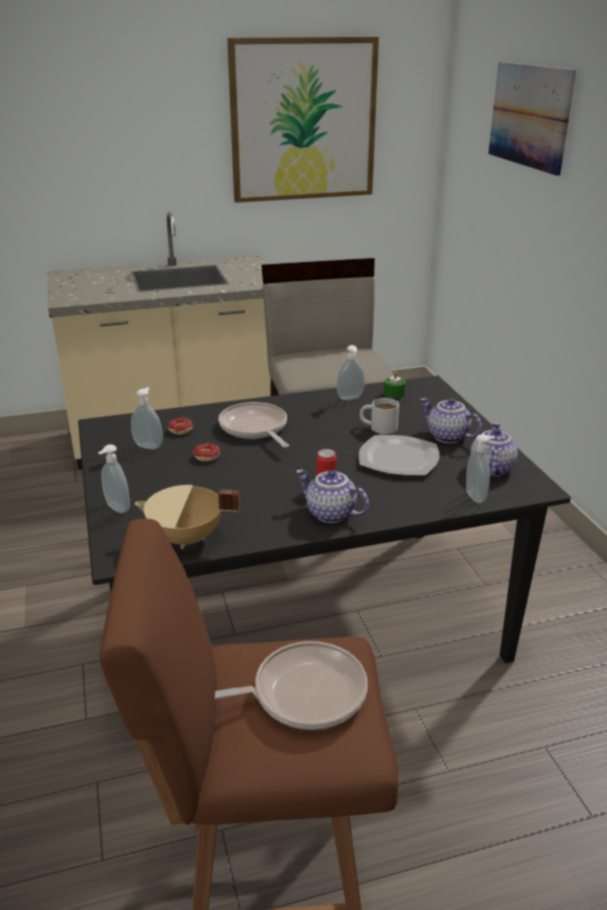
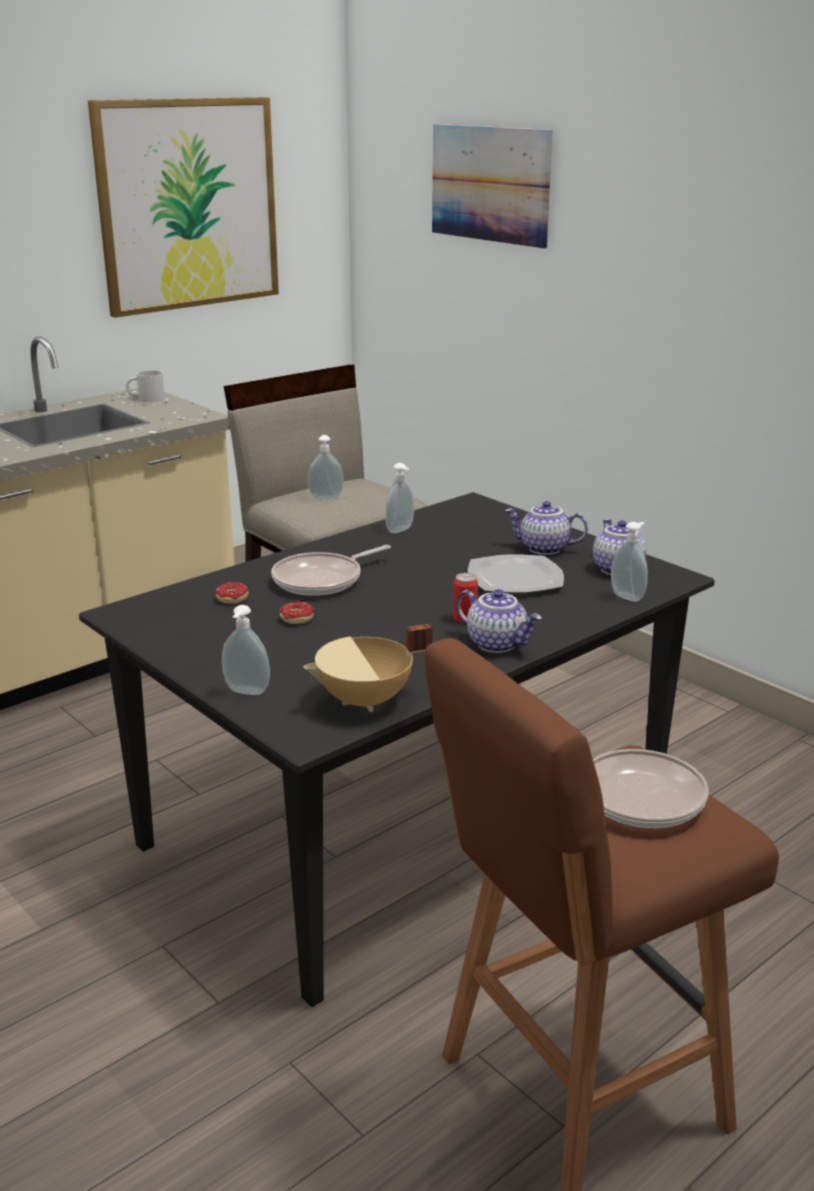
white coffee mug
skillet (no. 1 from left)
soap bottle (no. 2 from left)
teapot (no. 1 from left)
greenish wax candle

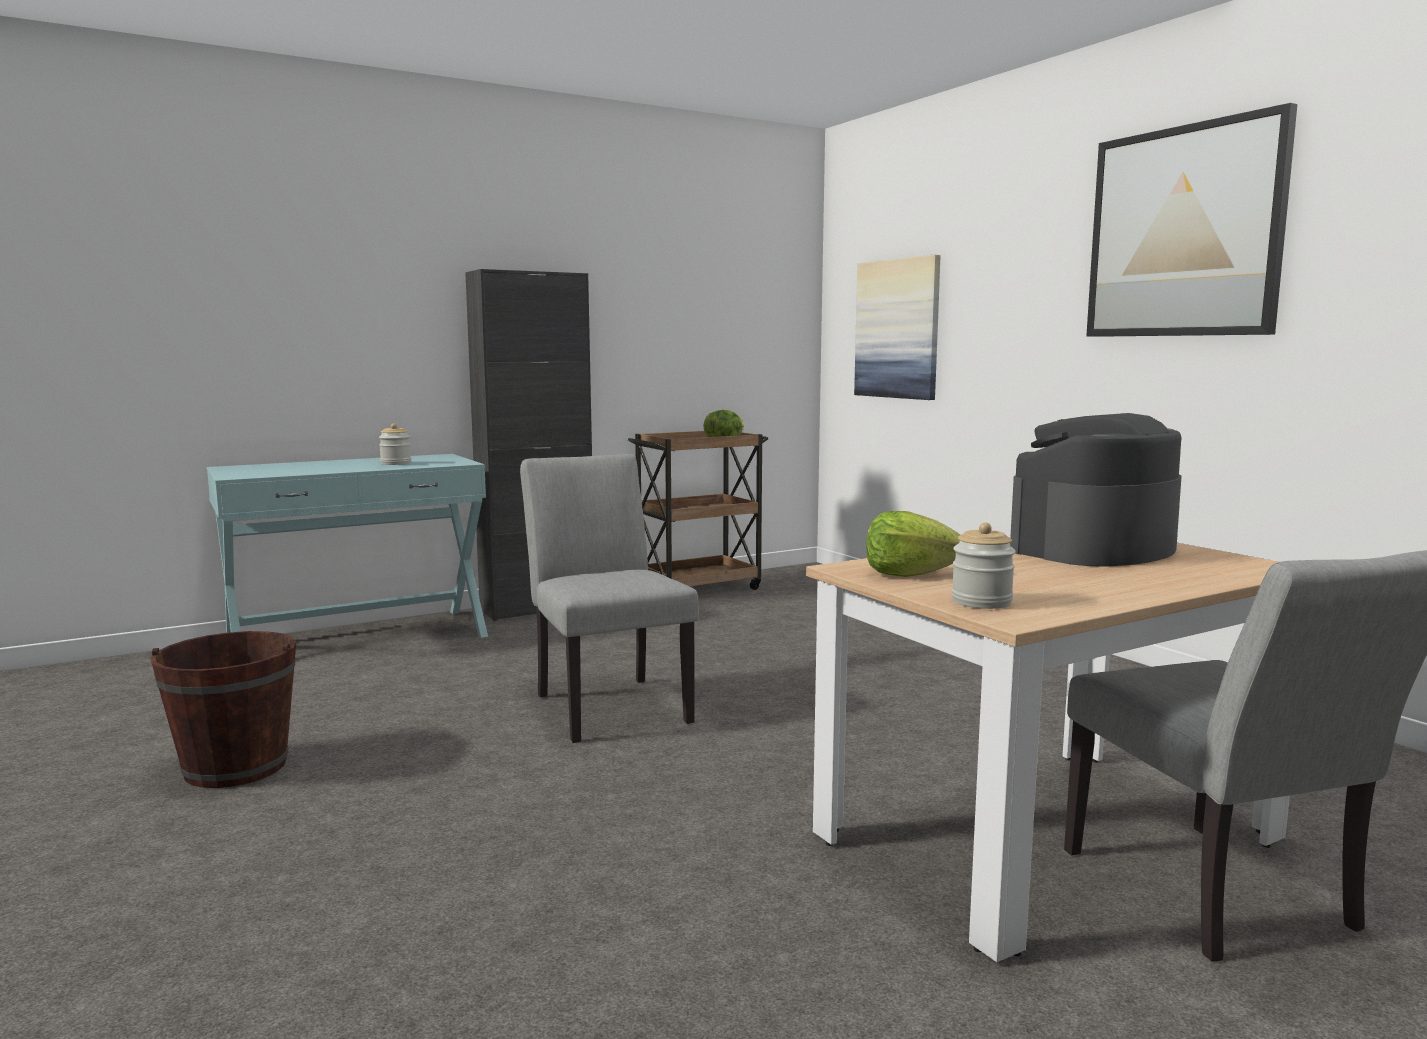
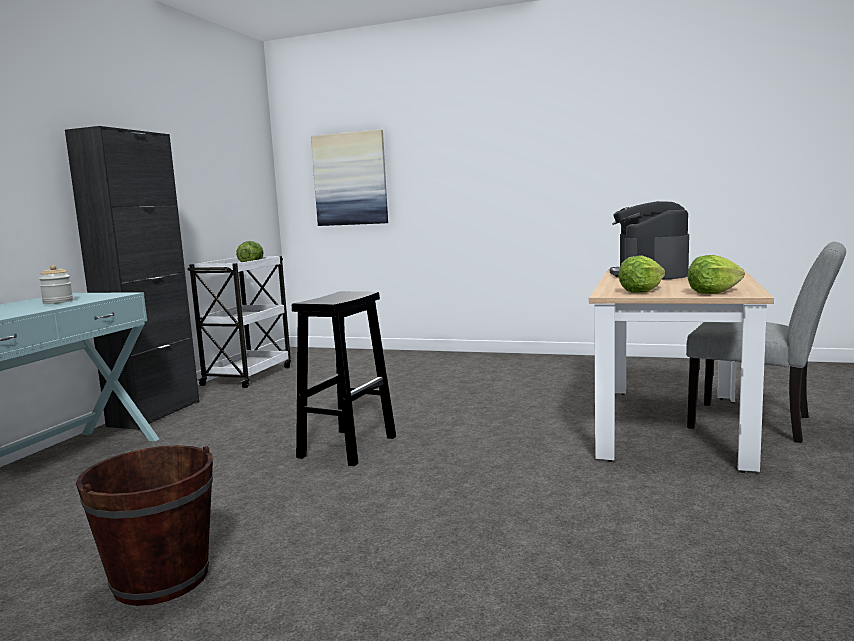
white trolley
black stool
head of lettuce (no. 3 from left)
picture (no. 2 from left in the first image)

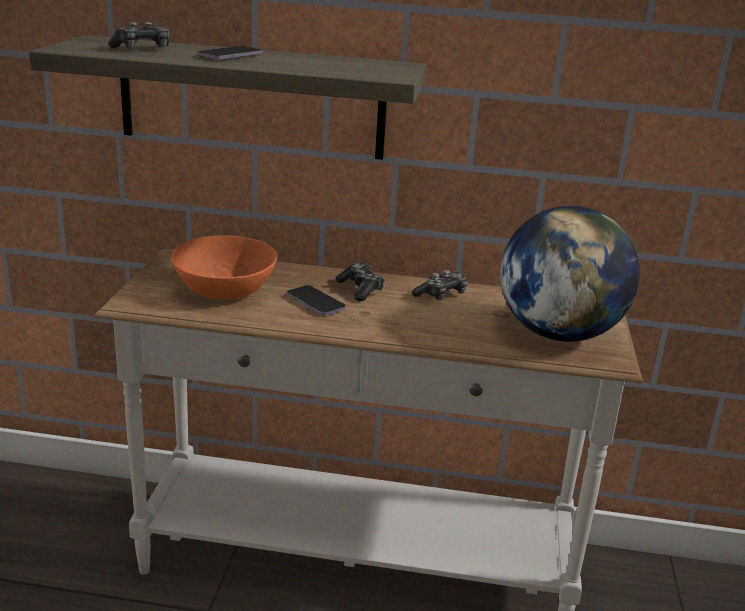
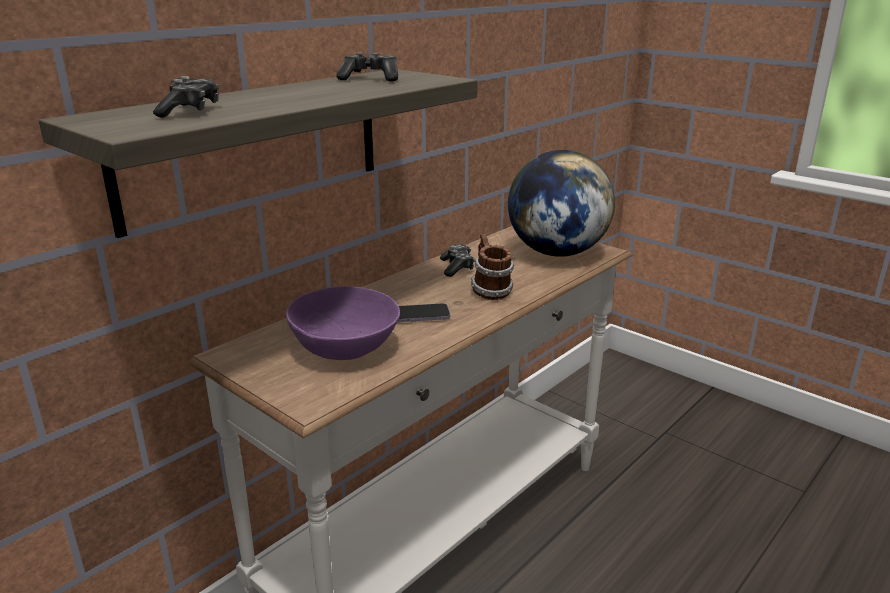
purple bowl
game controller (no. 2 from left)
coffee mug
telephone (no. 1 from left in the first image)

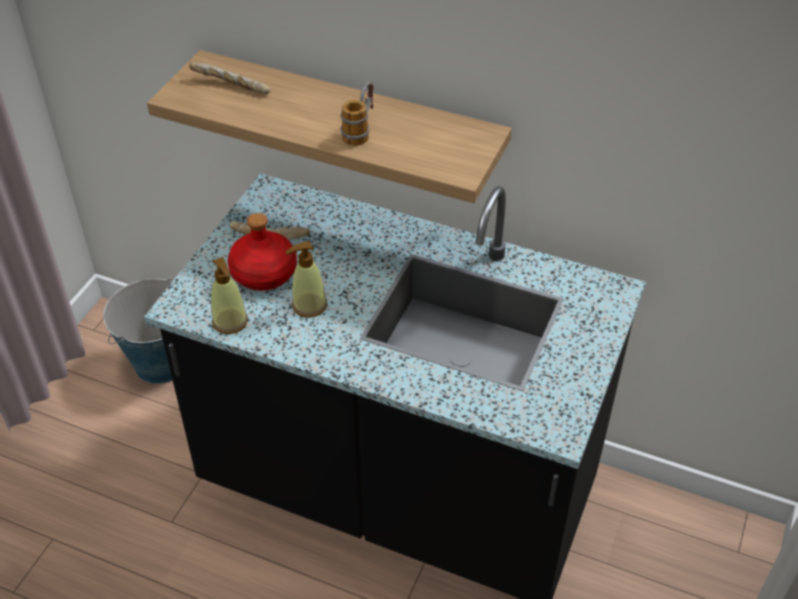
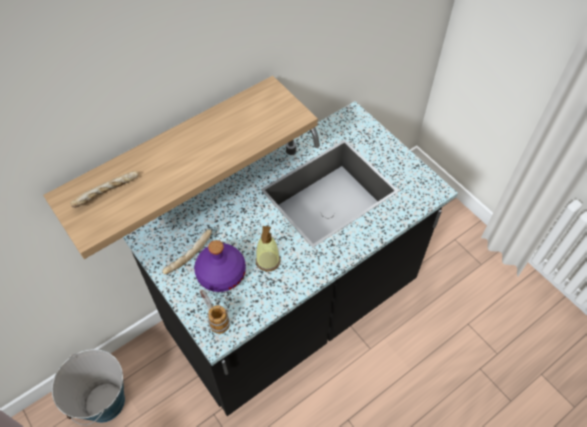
purple bottle
coffee mug
soap bottle (no. 1 from left in the first image)

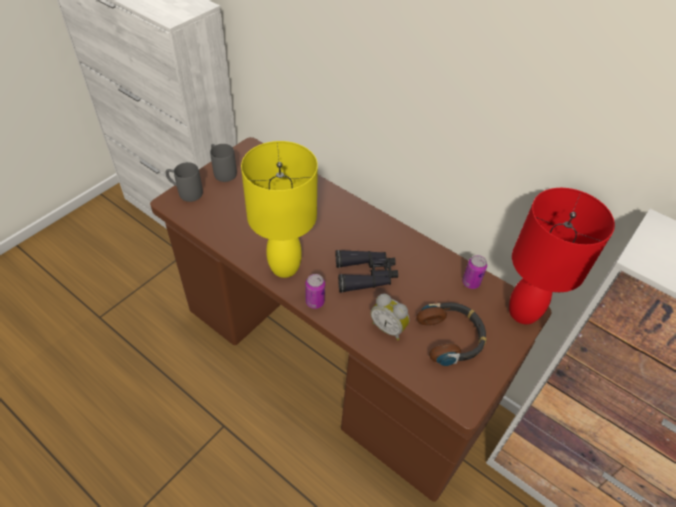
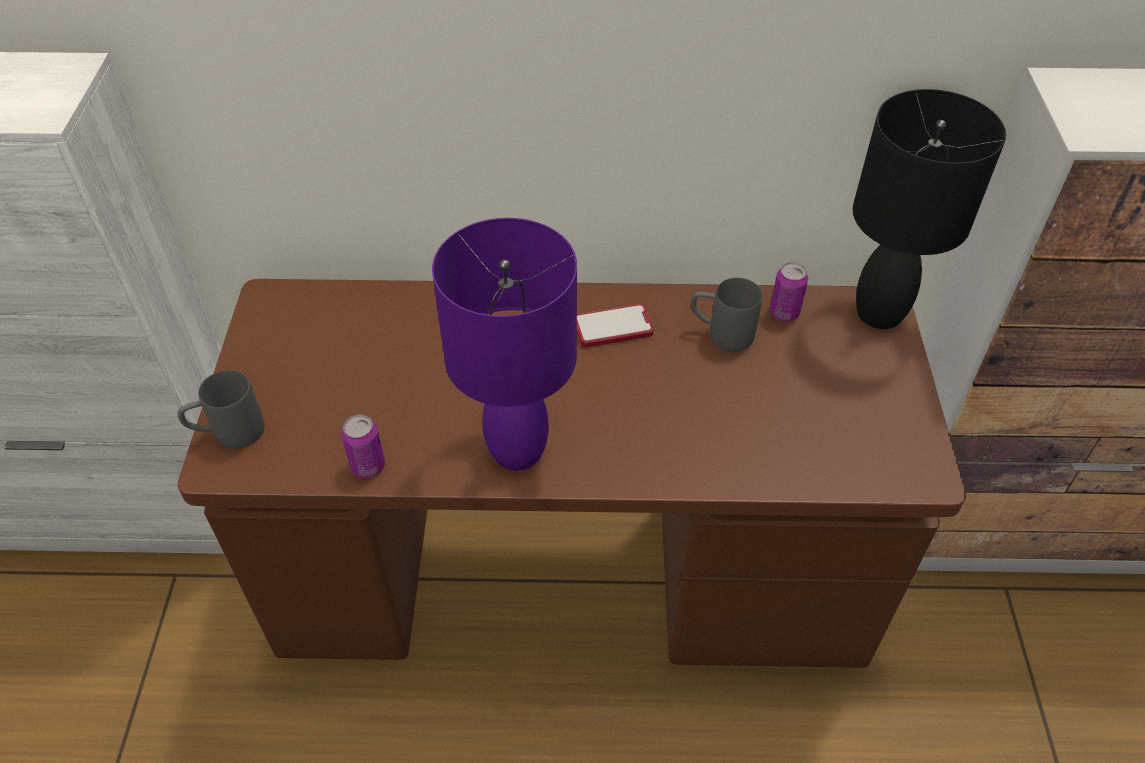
can (no. 1 from left)
purple lamp for a table
telephone
gray coffee mug (no. 2 from left)
black lamp for a table
black pair of binoculars
alarm clock
pair of headphones

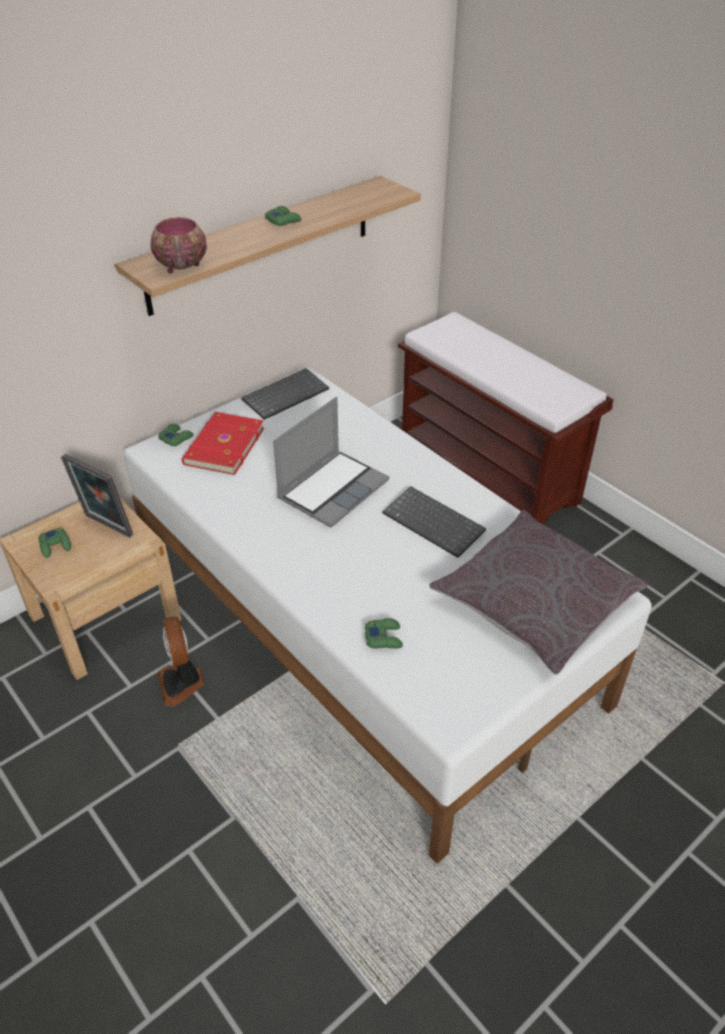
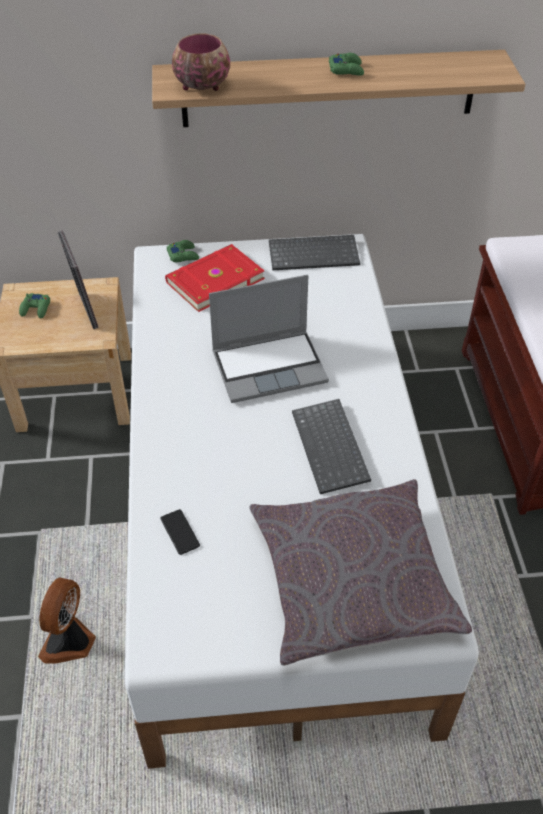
electric fan
telephone

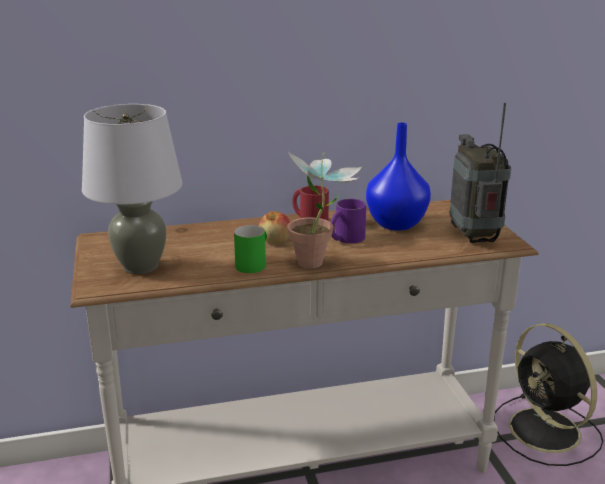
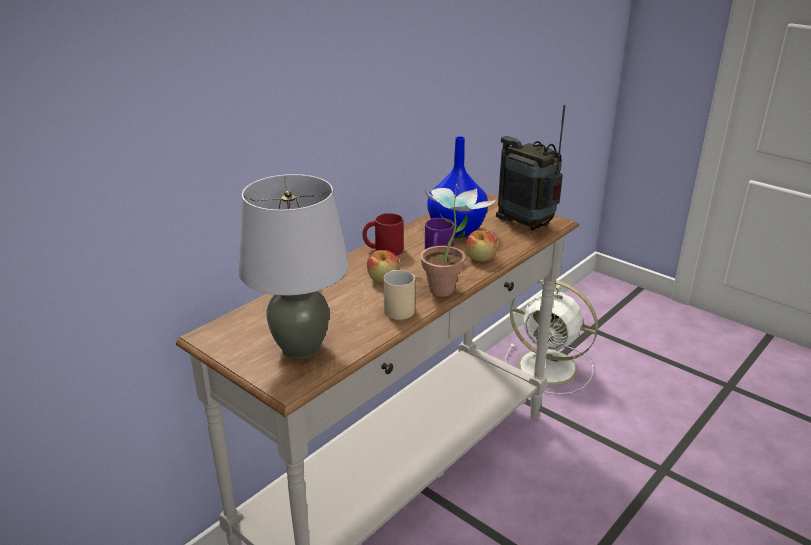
sand-coloured coffee mug
whole apple (no. 2 from left)
white electric fan

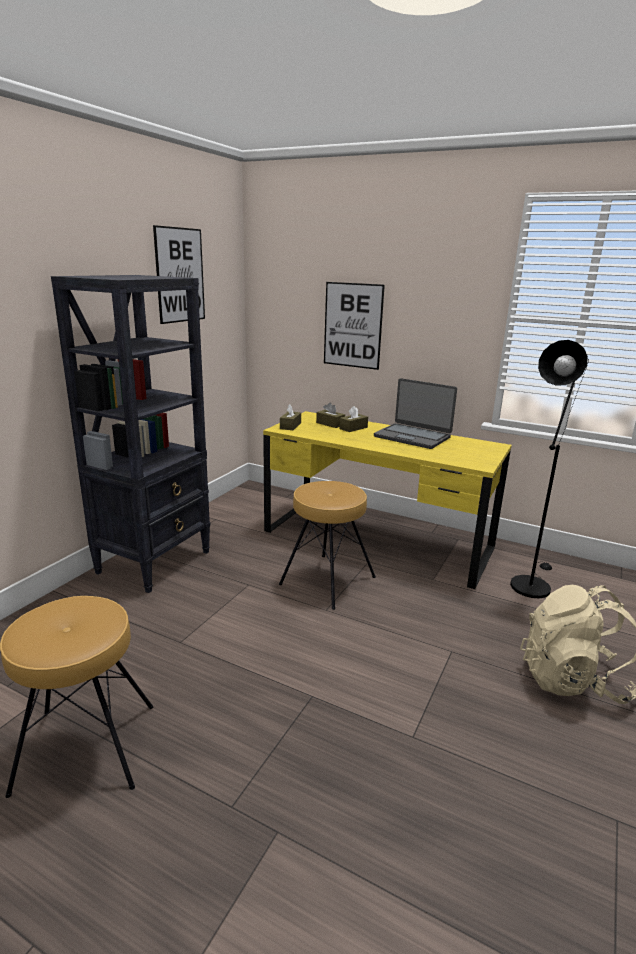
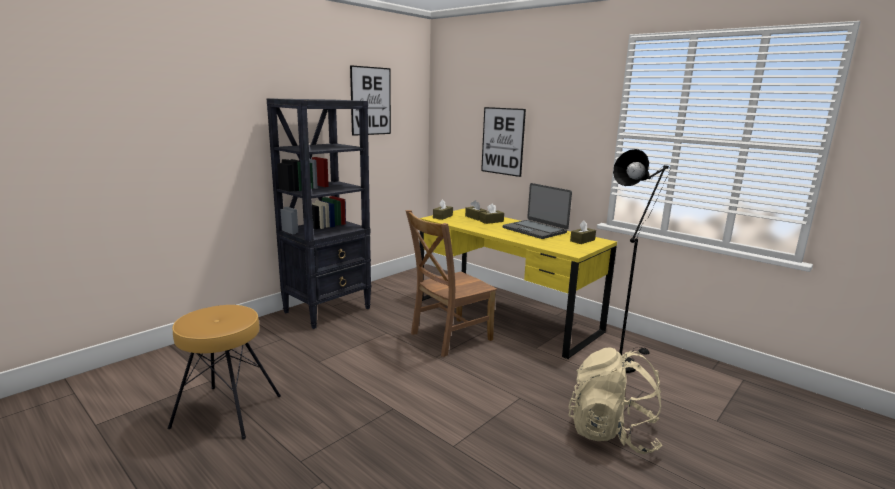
brown-coloured plain chair
brown-coloured tissue box (no. 4 from left)

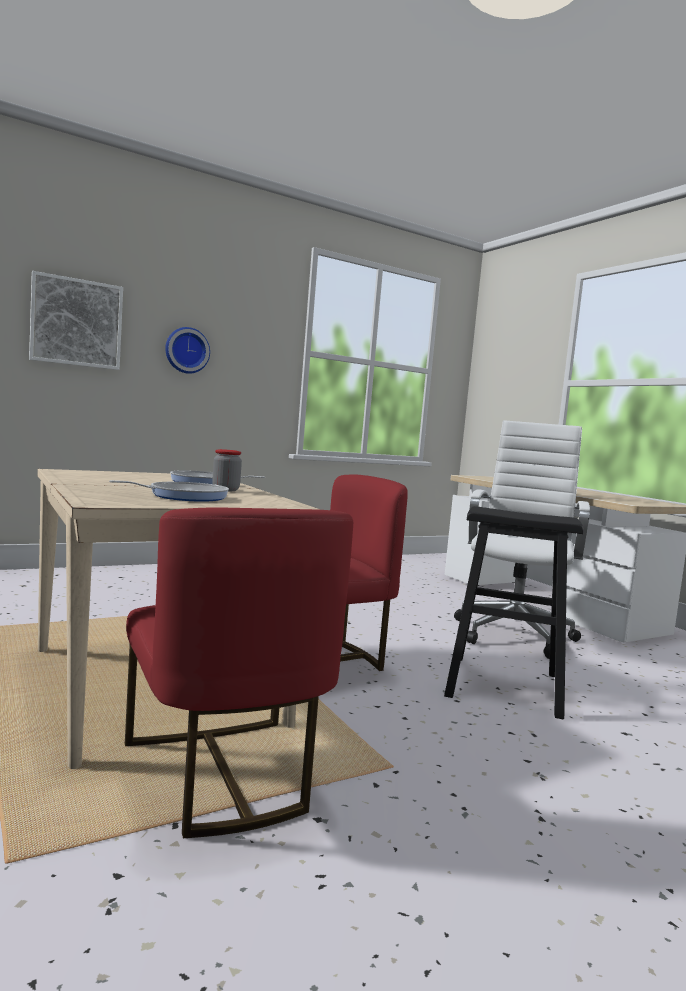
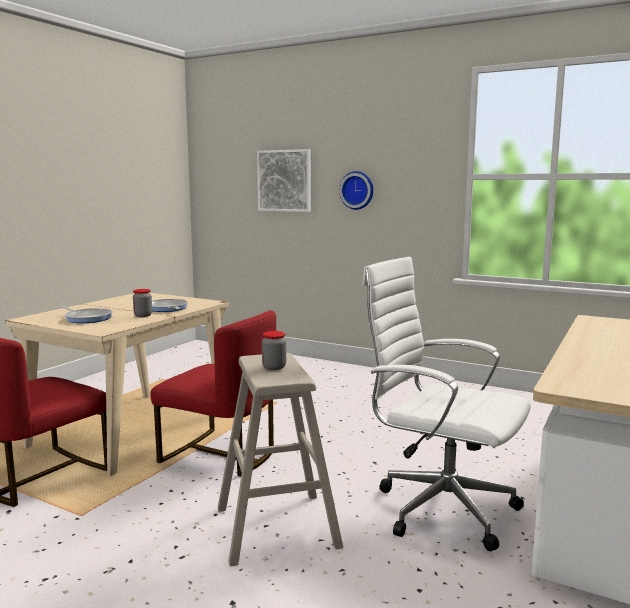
sand-coloured stool
jar (no. 2 from left)
white desk chair

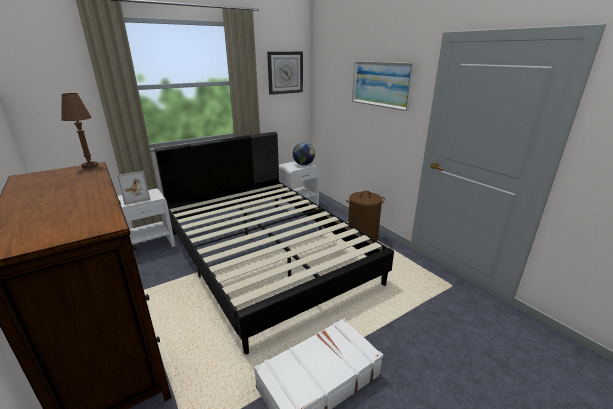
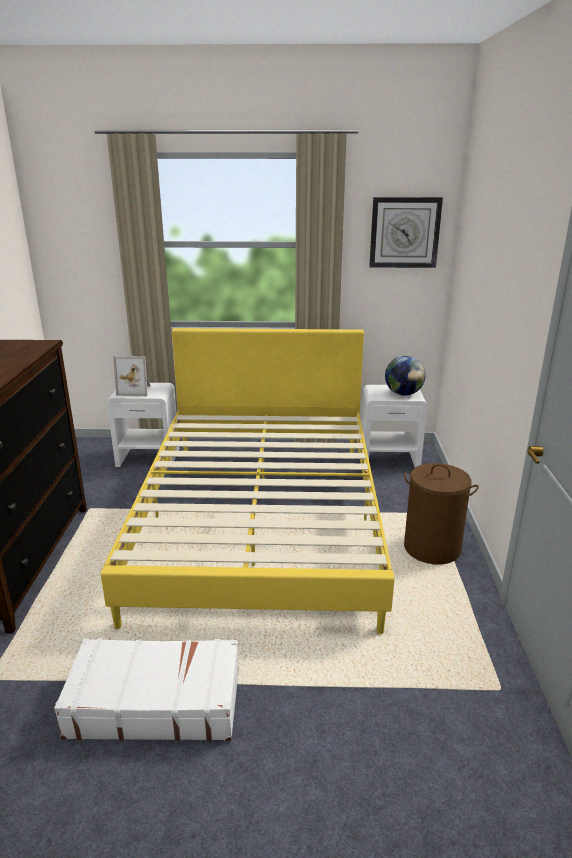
yellow-coloured bed
brown-coloured lamp for a table
picture

